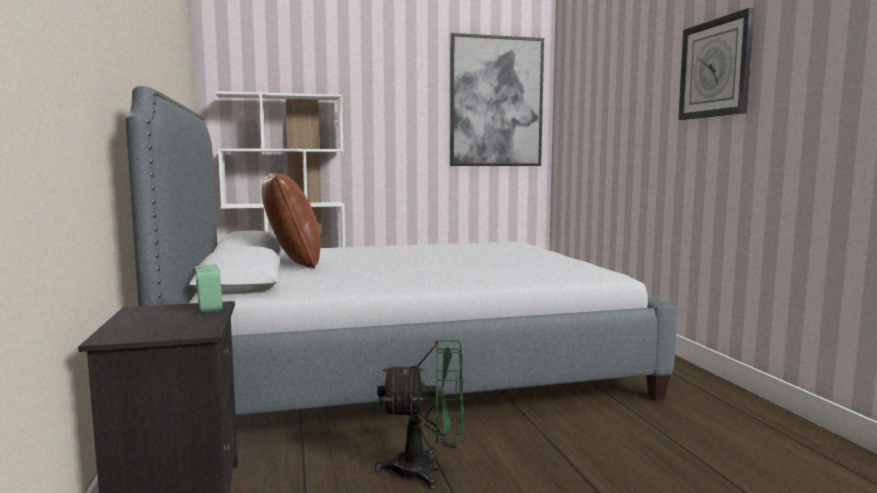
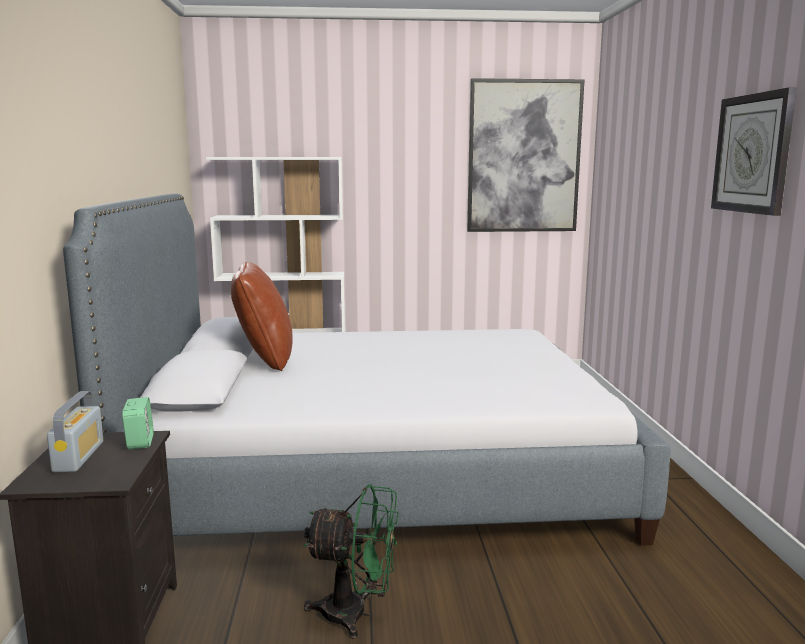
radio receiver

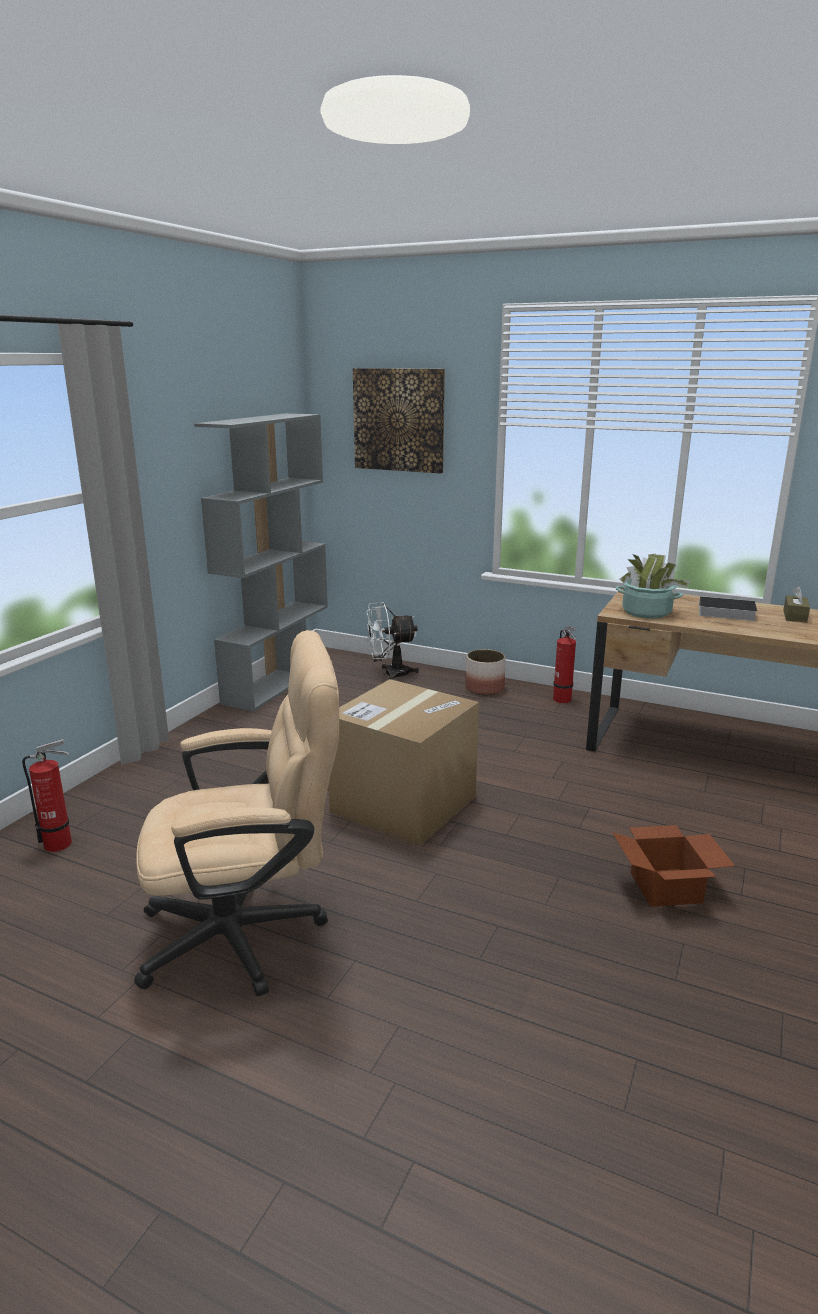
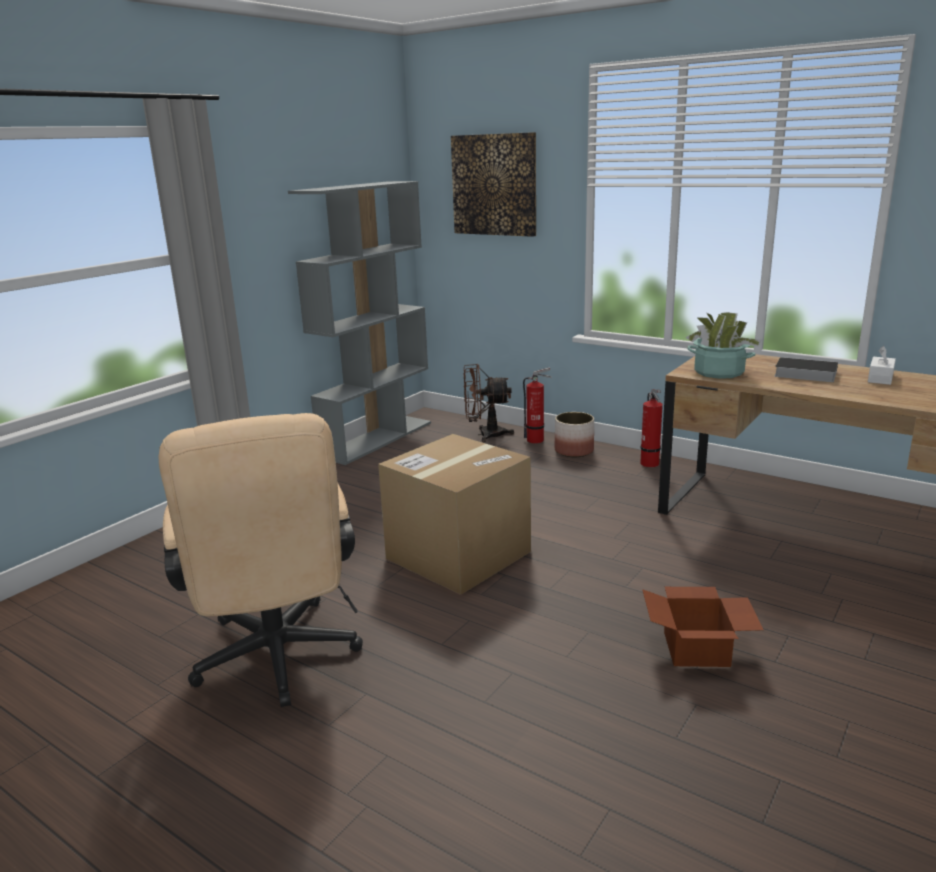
sand-coloured desk chair
brown-coloured electric fan
fire extinguisher (no. 1 from left)
white tissue box

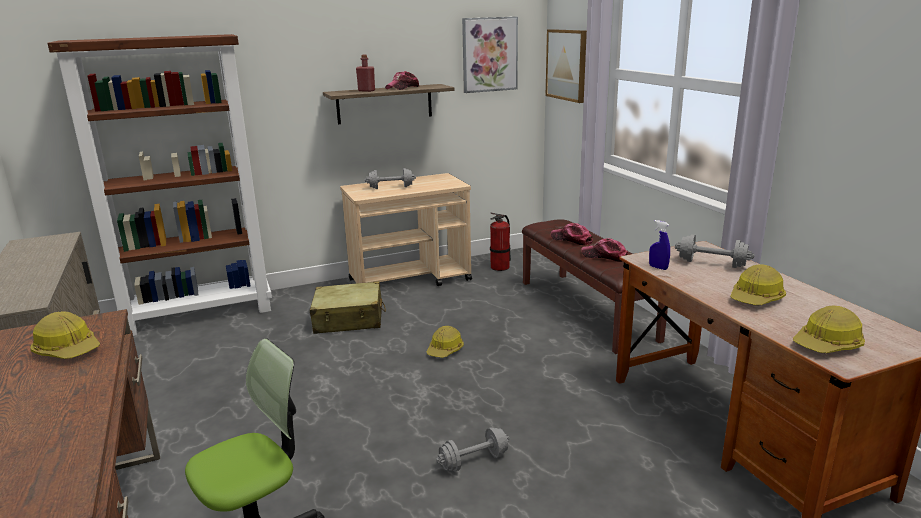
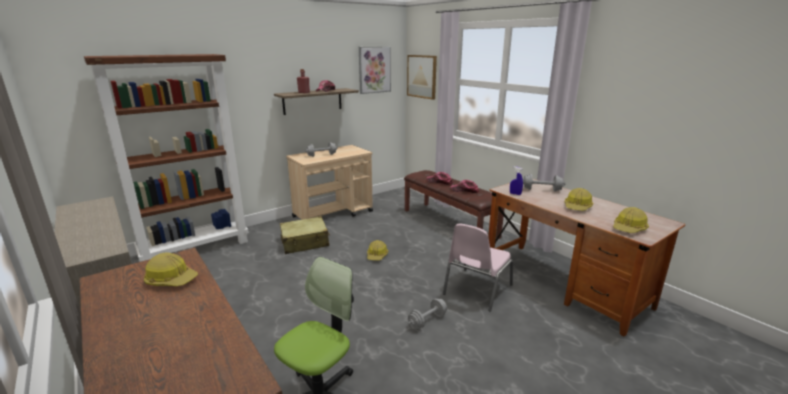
pinkish plain chair
fire extinguisher

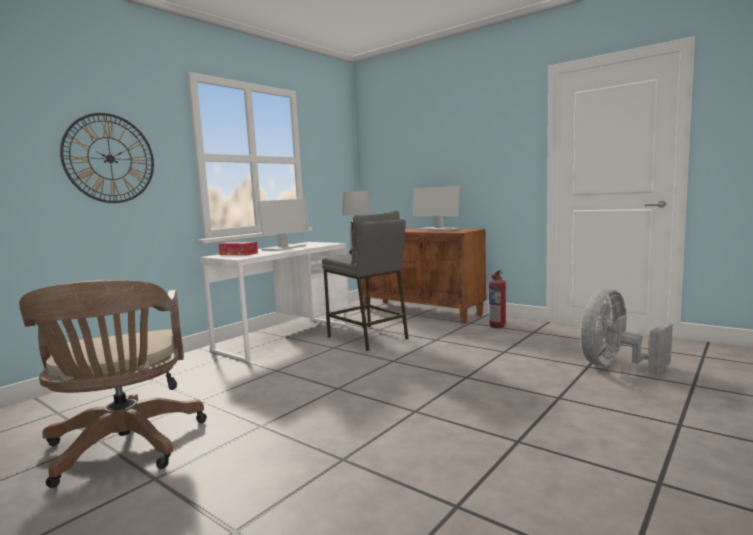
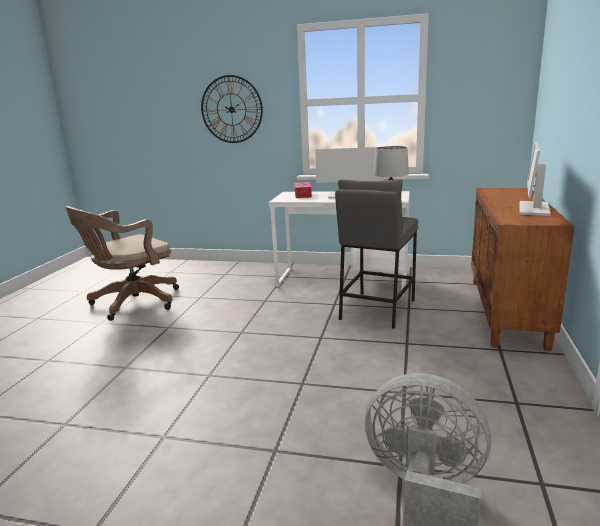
fire extinguisher

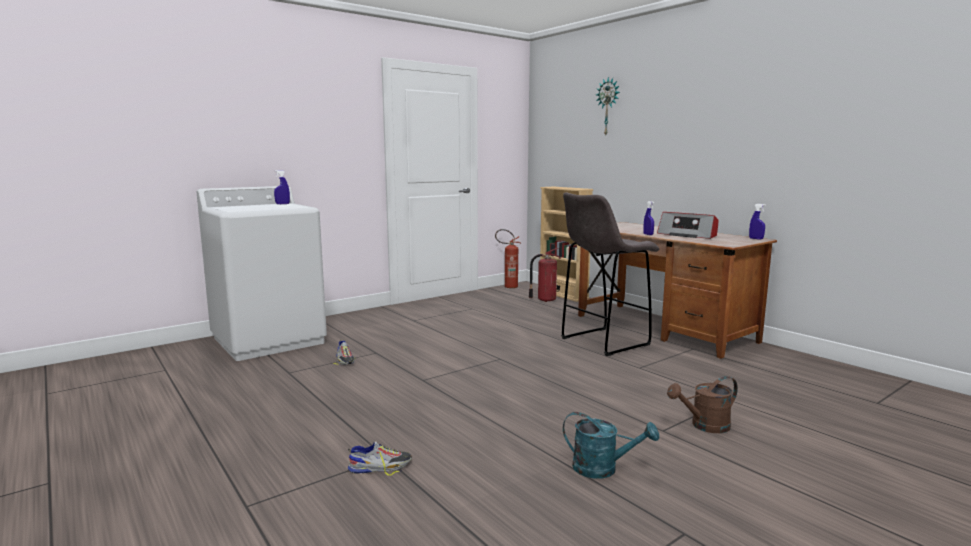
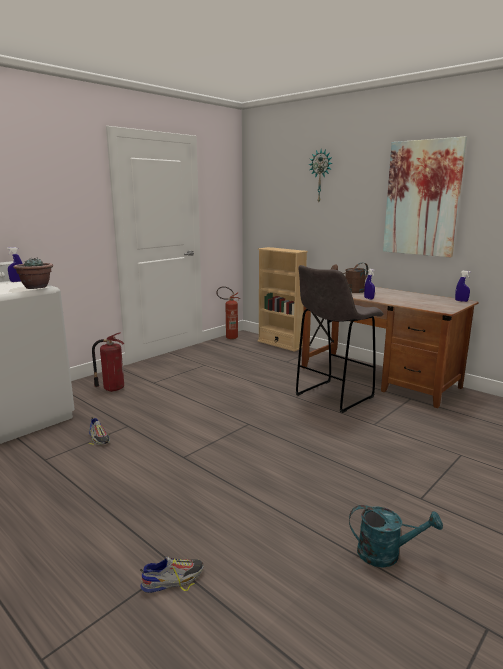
potted plant
fire extinguisher (no. 1 from left)
brown-coloured sprinkling can
picture
radio receiver

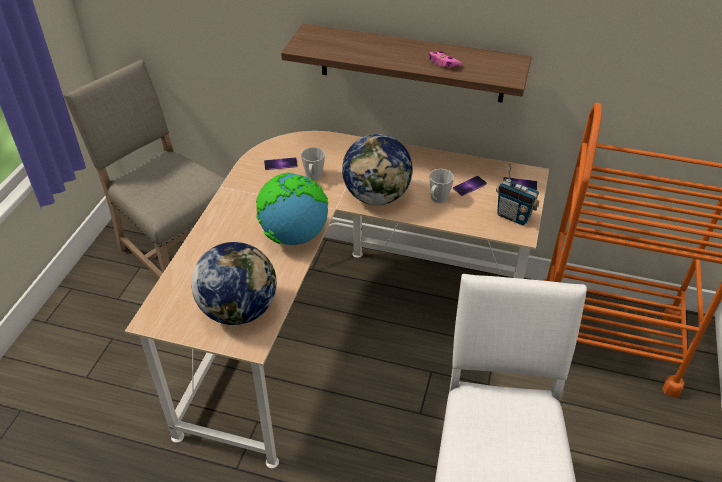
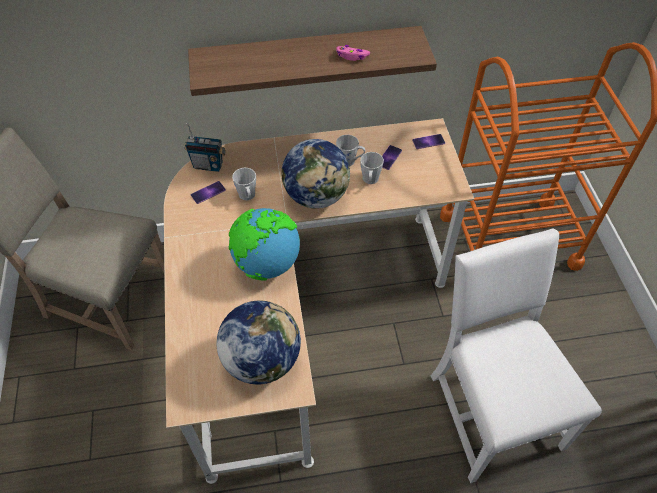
radio receiver
gray coffee mug (no. 2 from left)

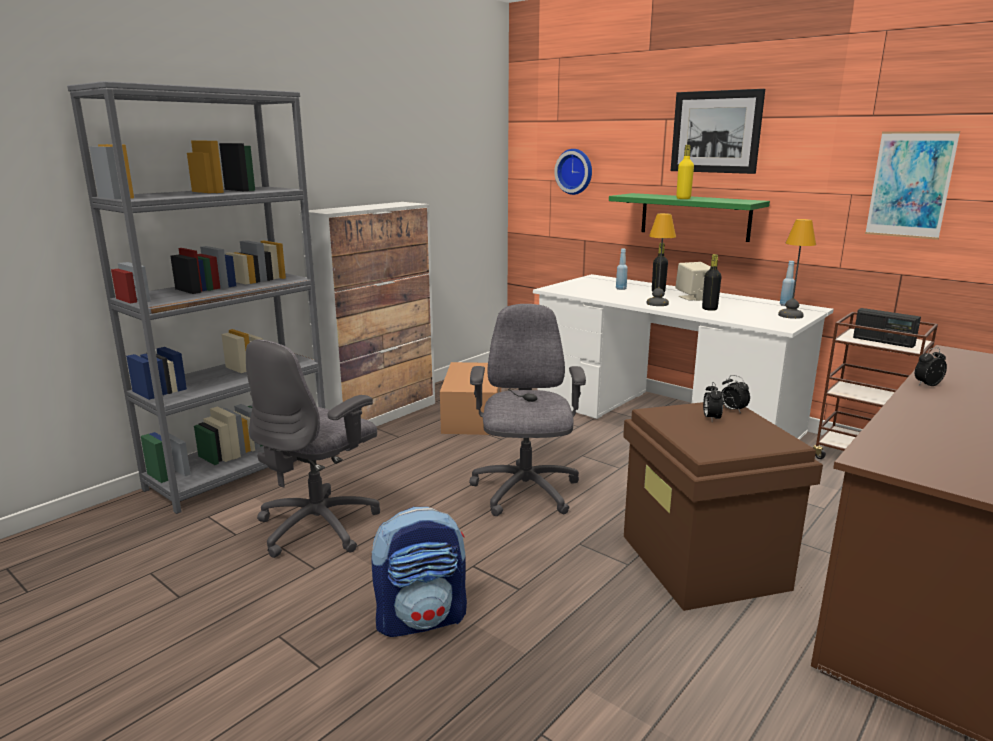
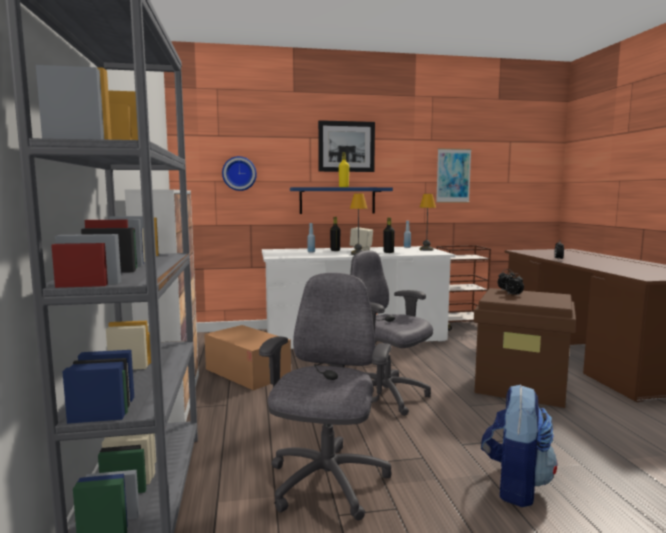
gray desk chair (no. 1 from left)
blue wall shelf
radio receiver

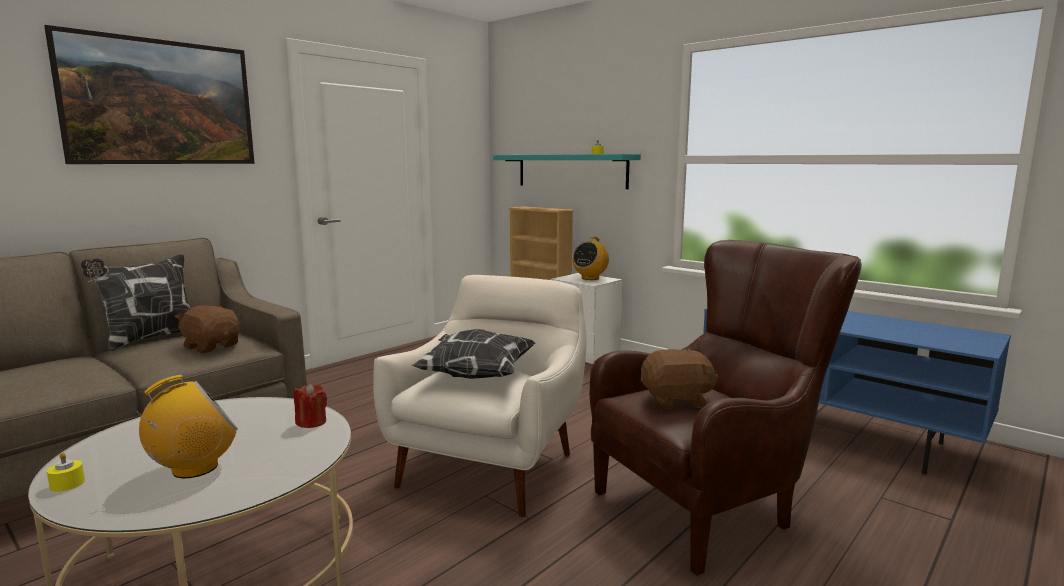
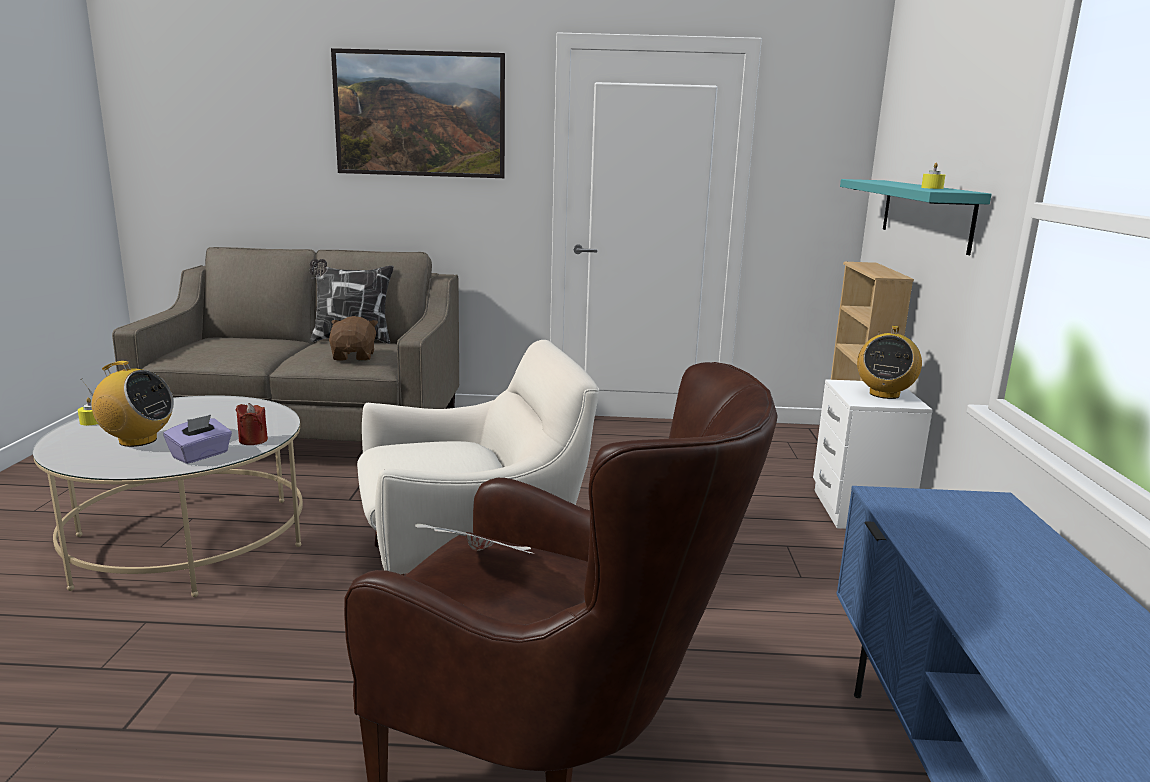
purple tissue box
newspaper
radio receiver (no. 2 from left)
throw pillow (no. 2 from left in the first image)

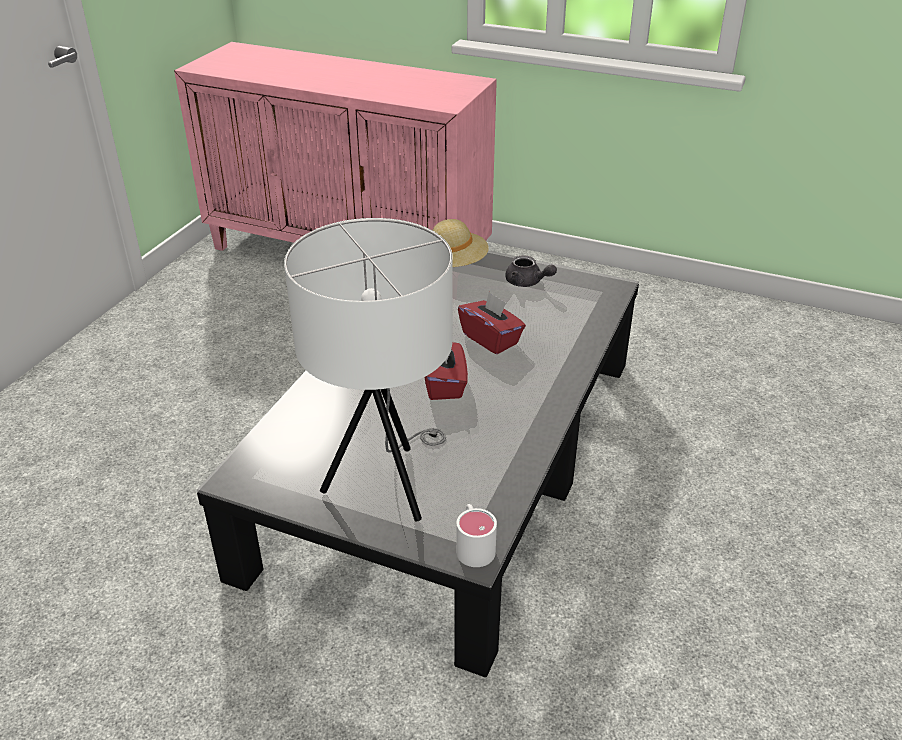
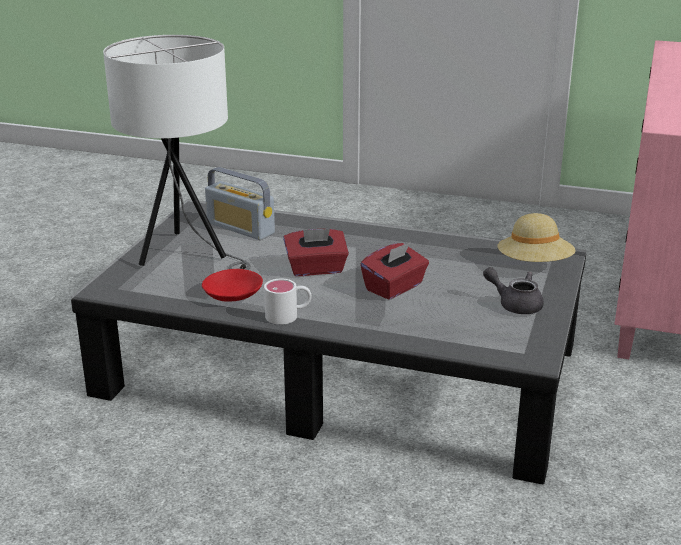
reddish bowl
radio receiver
white coffee mug
gray teapot

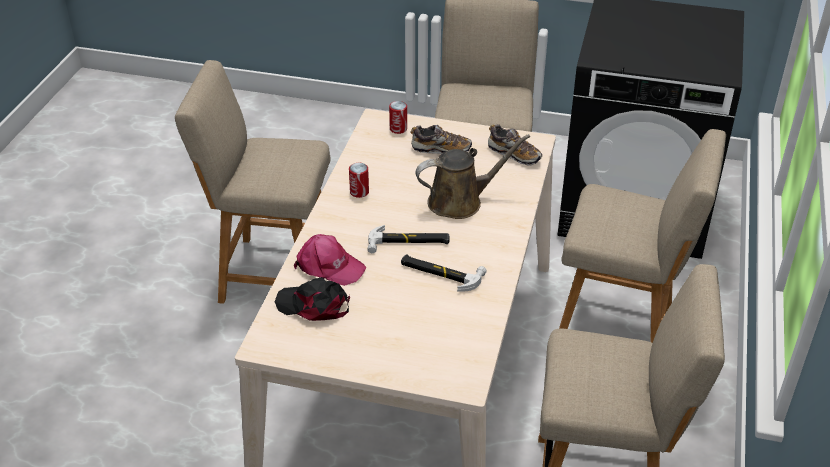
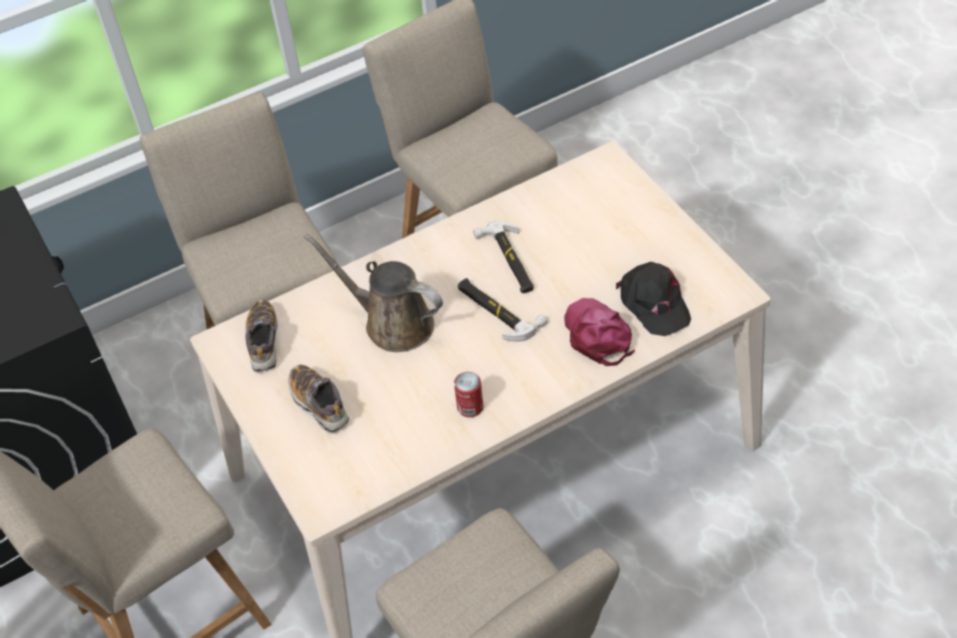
can (no. 2 from left in the first image)

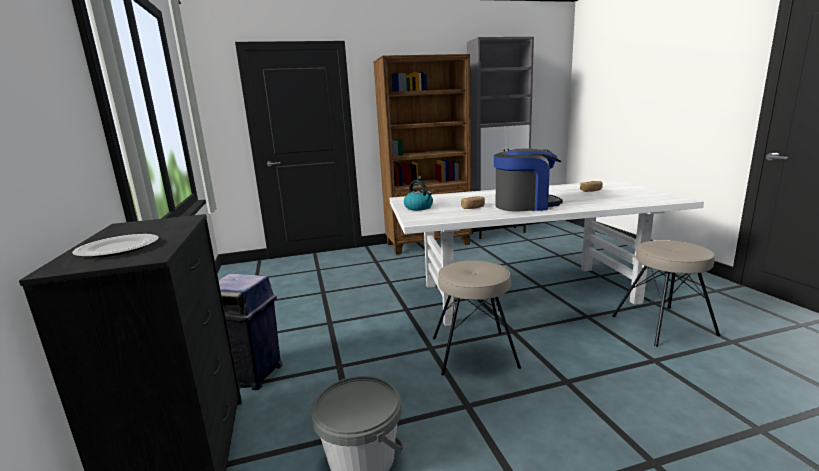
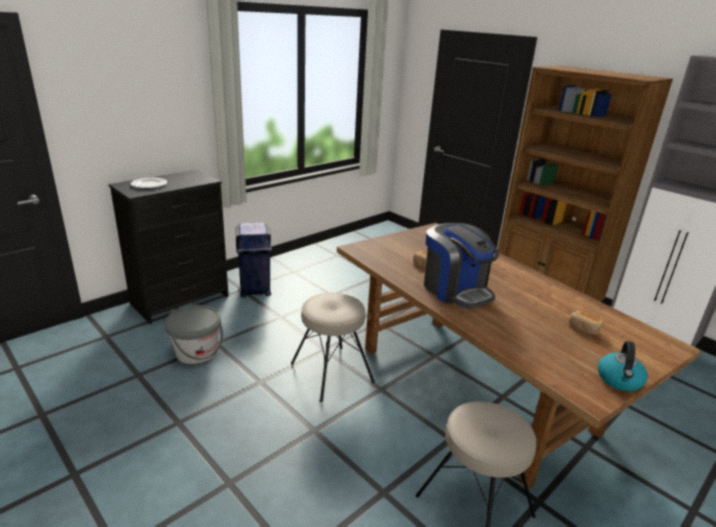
brown-coloured dinner table
water kettle

